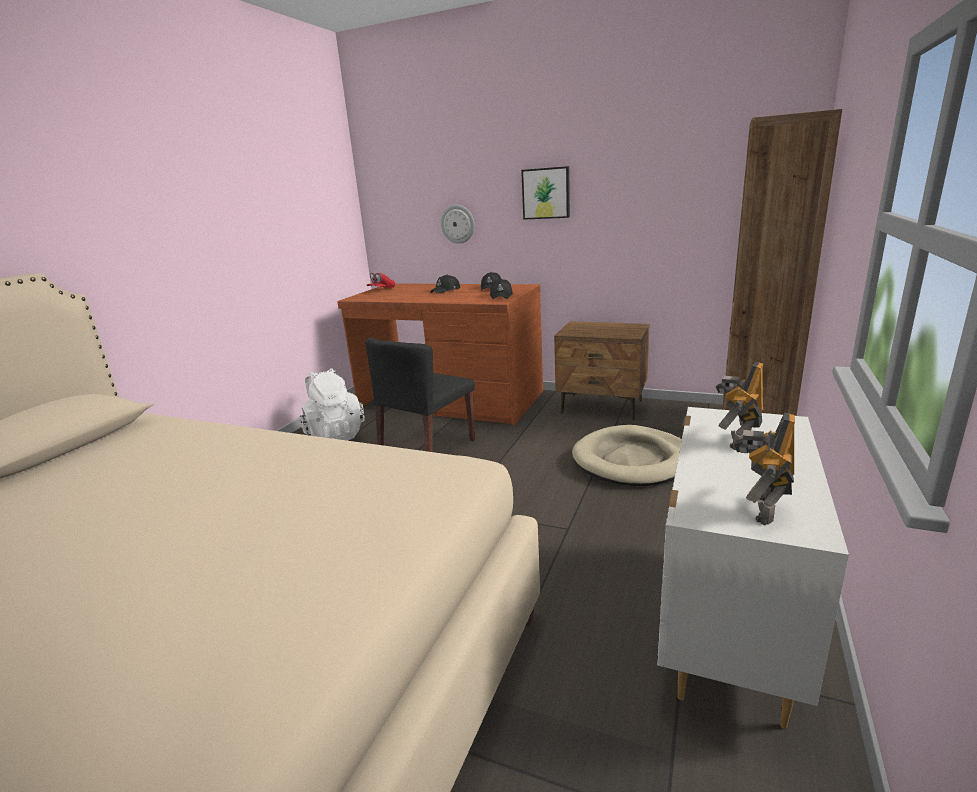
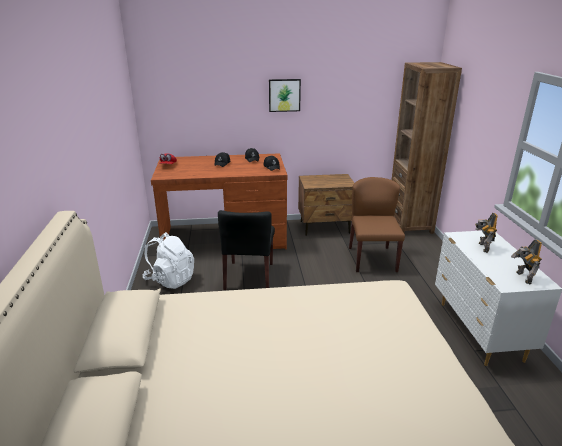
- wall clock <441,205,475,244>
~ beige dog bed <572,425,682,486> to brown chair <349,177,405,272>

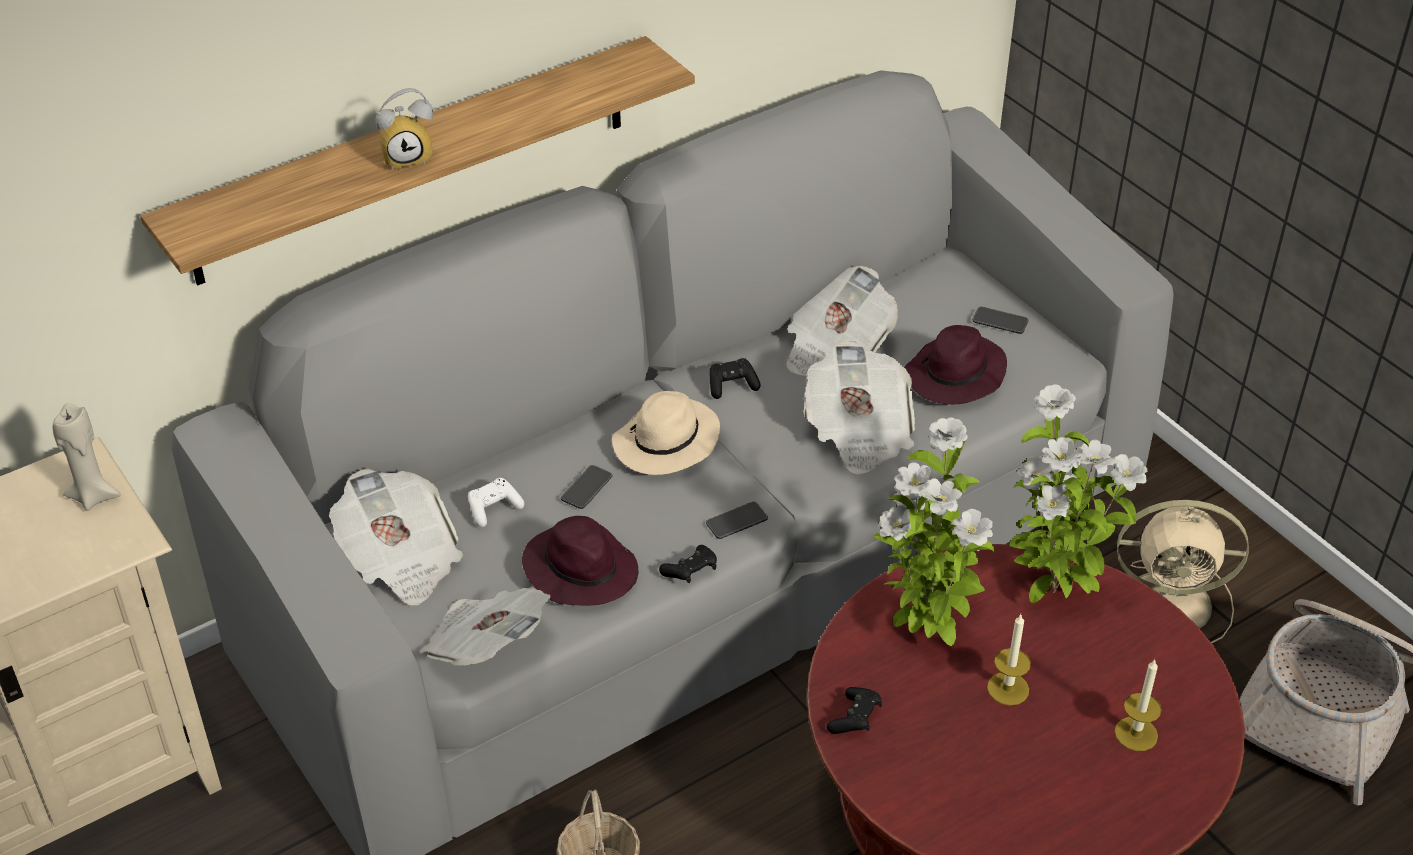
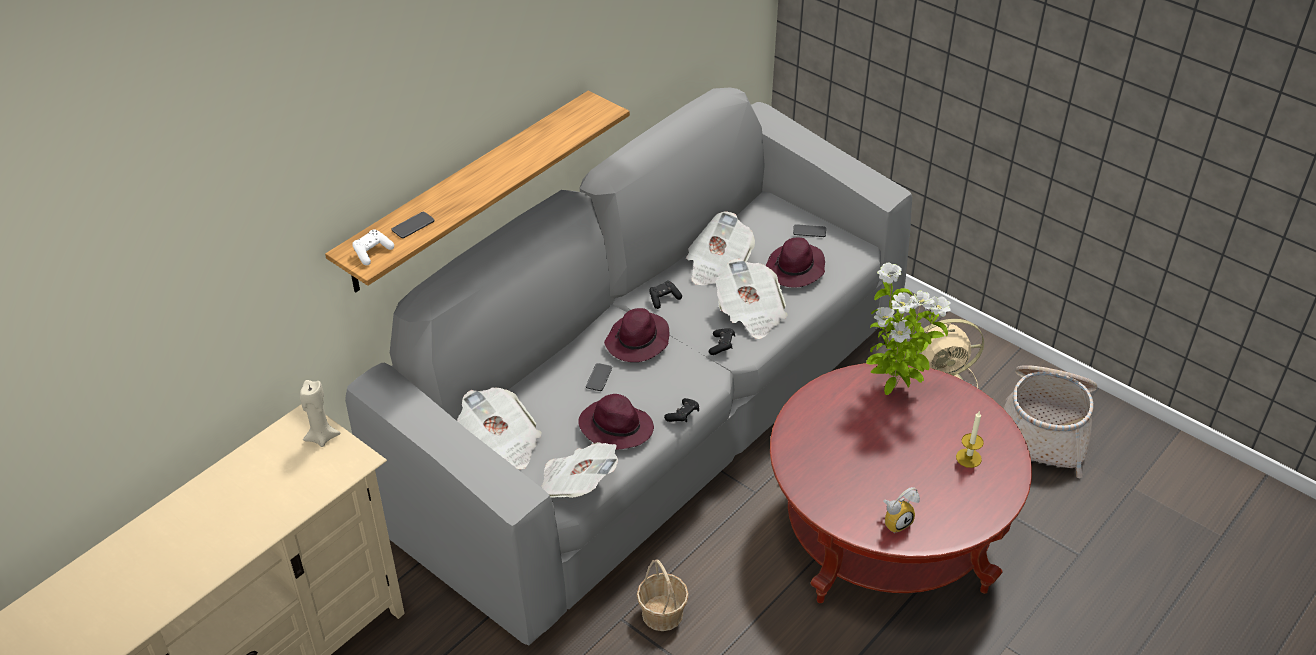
~ alarm clock <375,88,433,171> to <883,487,920,534>
~ white game controller <468,478,524,527> to <352,229,394,265>
~ beige hat <612,391,720,475> to purple hat <604,308,670,362>
~ phone <706,501,768,539> to <391,212,435,238>
~ black game controller <827,687,882,734> to <709,328,735,355>
- potted plant <874,418,994,646>
- candle <987,614,1031,705>

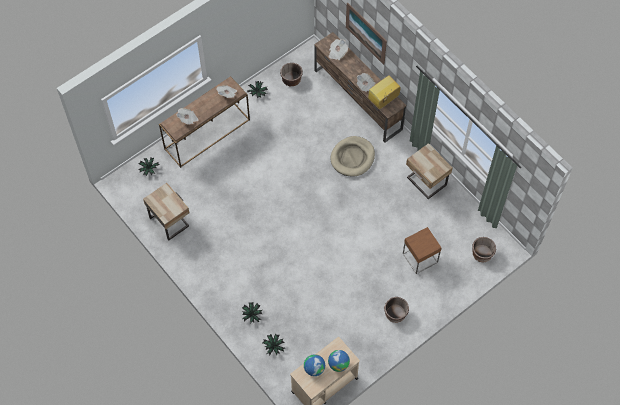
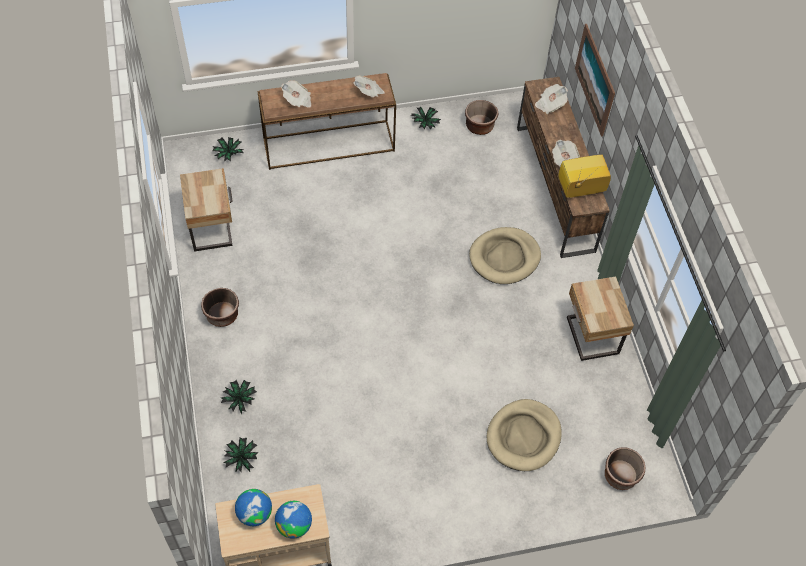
~ brown planter <384,297,409,323> to <201,288,239,327>
~ brown side table <403,227,441,274> to beige dog bed <487,399,562,471>

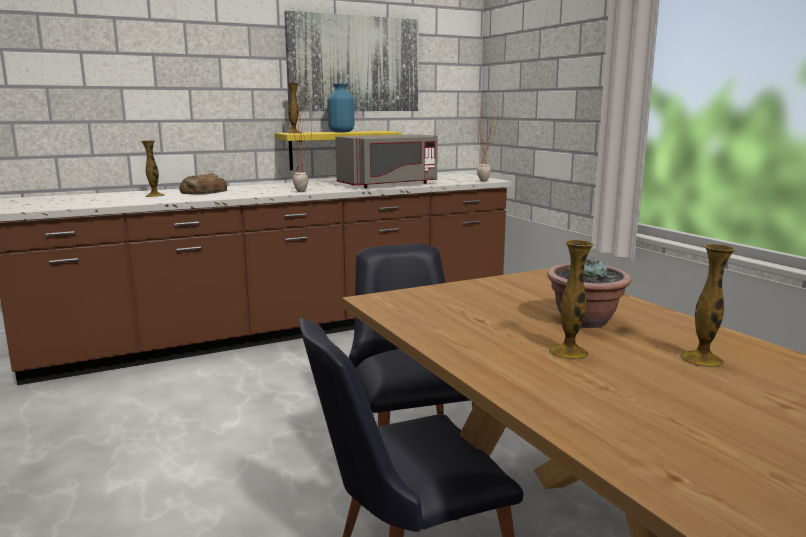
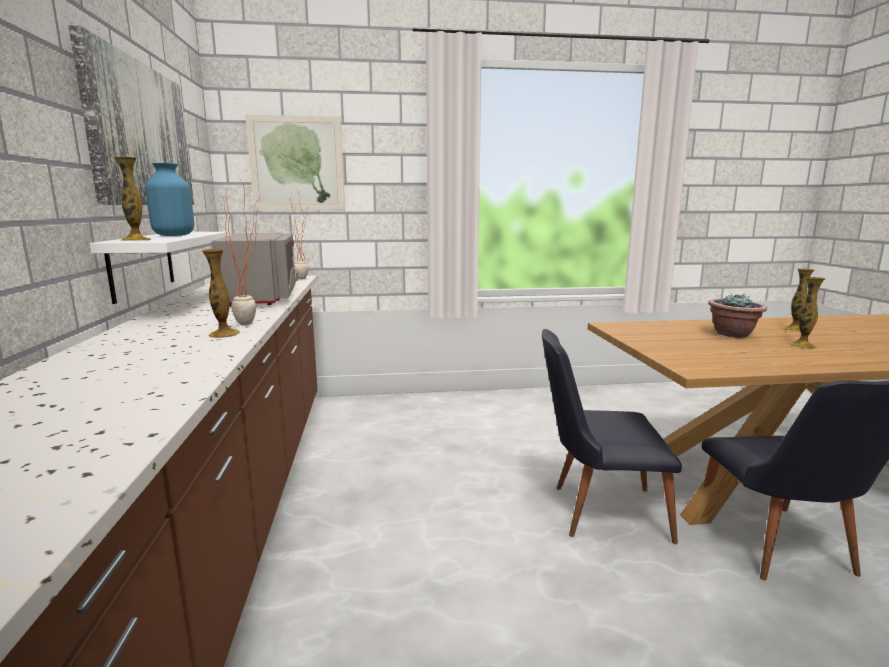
~ vase <141,140,165,197> to <202,249,240,338>
- bread <179,173,227,195>
~ yellow shelf <275,131,402,170> to white shelf <90,232,228,304>
+ picture <245,114,345,211>

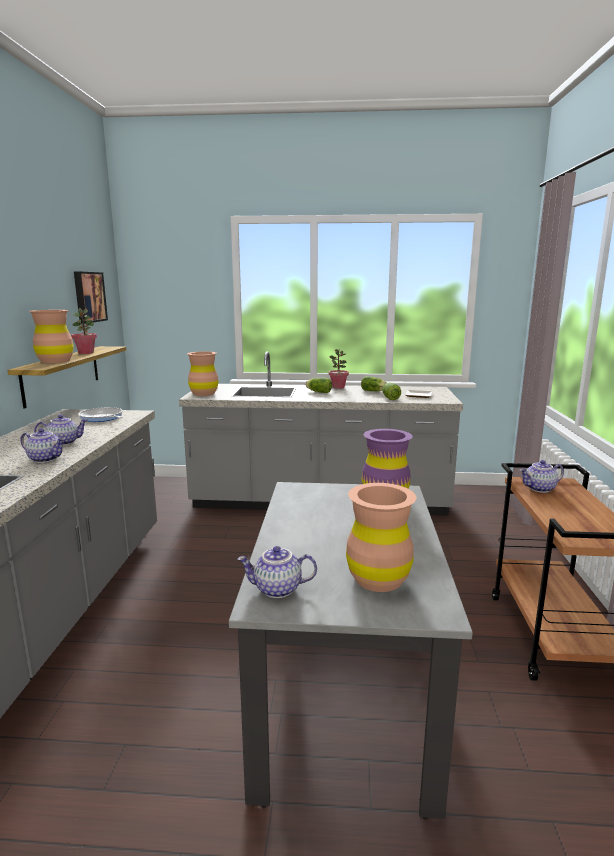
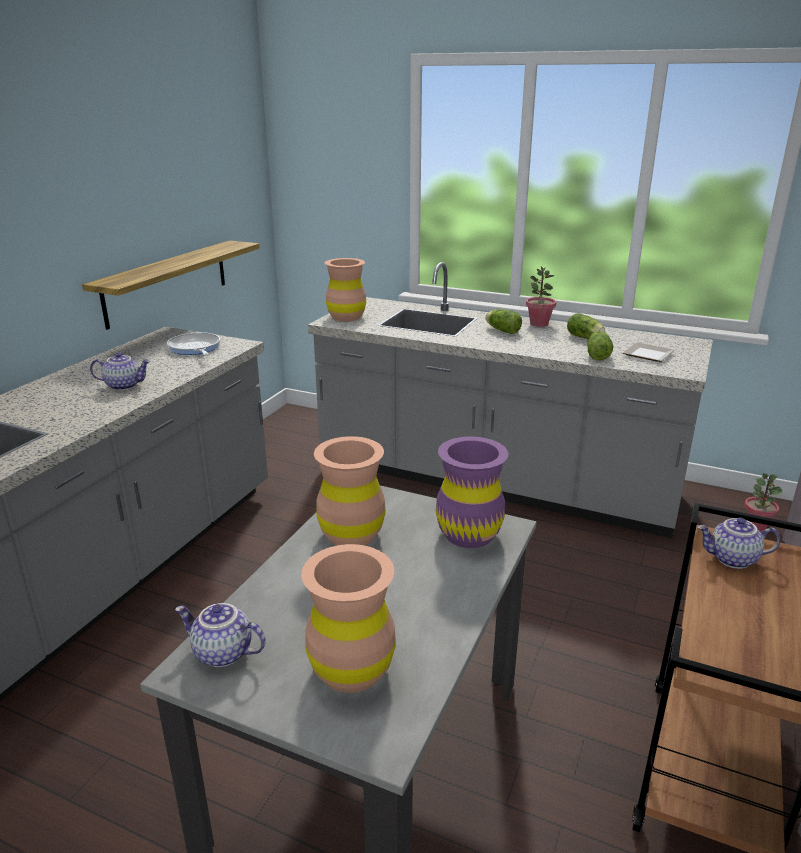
- teapot <21,428,65,463>
~ brown vase <29,310,74,363> to <314,436,386,546>
~ potted plant <71,308,97,354> to <744,473,783,531>
- picture <74,272,108,324>

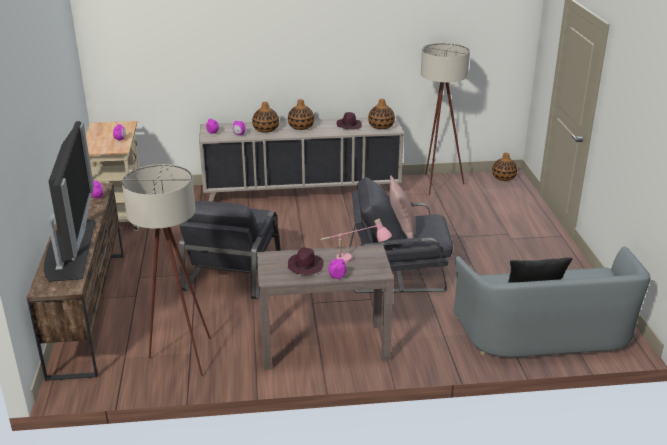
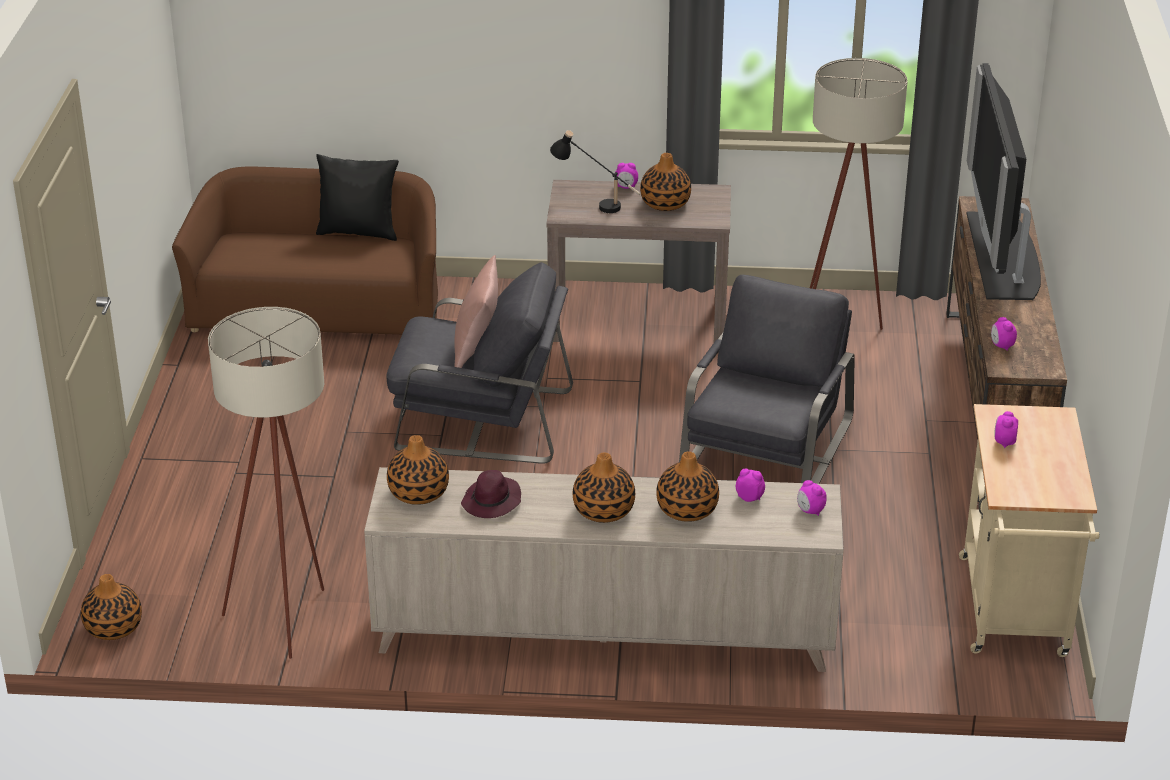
~ purple hat <288,247,323,275> to vase <640,153,691,211>
~ pink table lamp <321,219,392,263> to black table lamp <550,130,641,213>
~ grey sofa <453,246,650,357> to brown sofa <172,167,438,335>

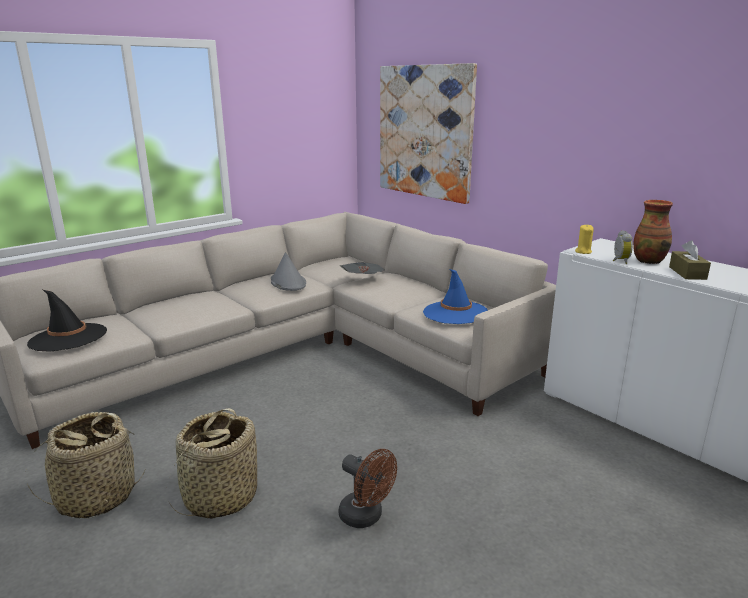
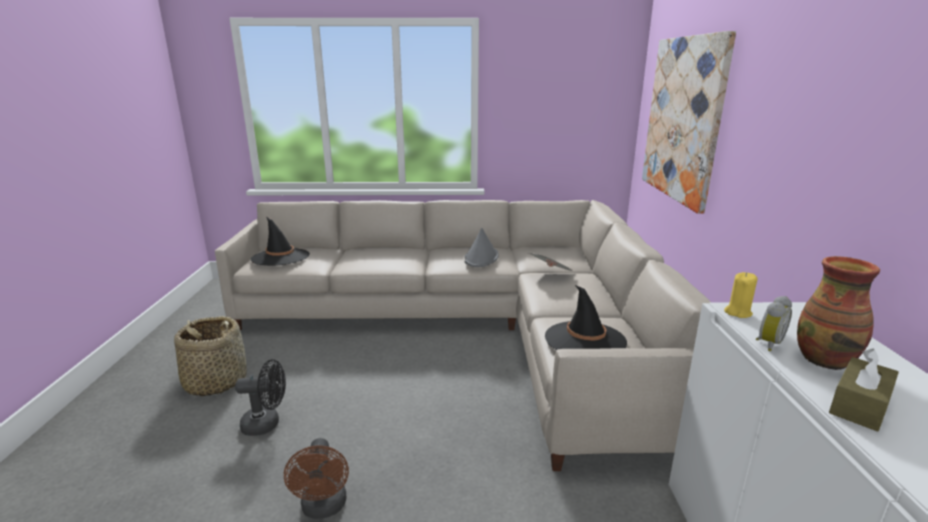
~ basket <170,408,257,518> to black fan <235,359,286,436>
~ blue hat <423,269,488,324> to black hat <545,285,627,350>

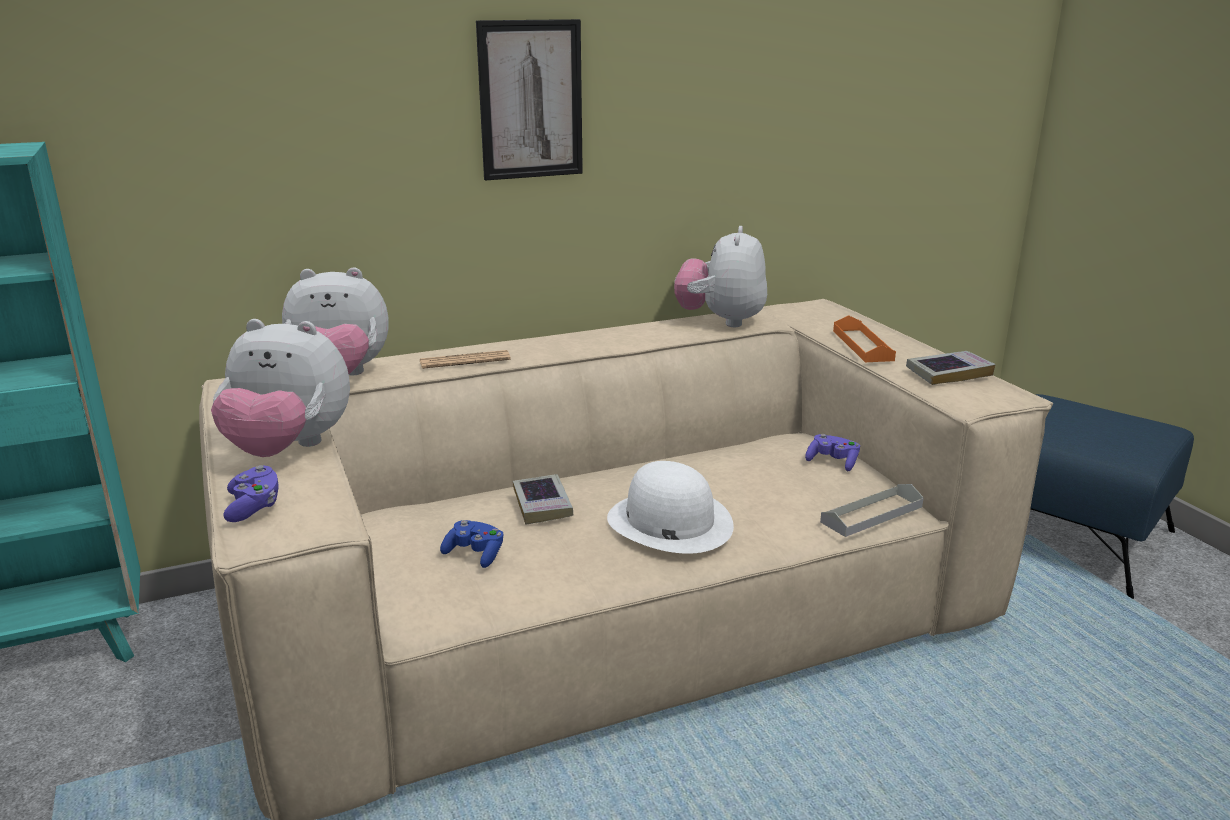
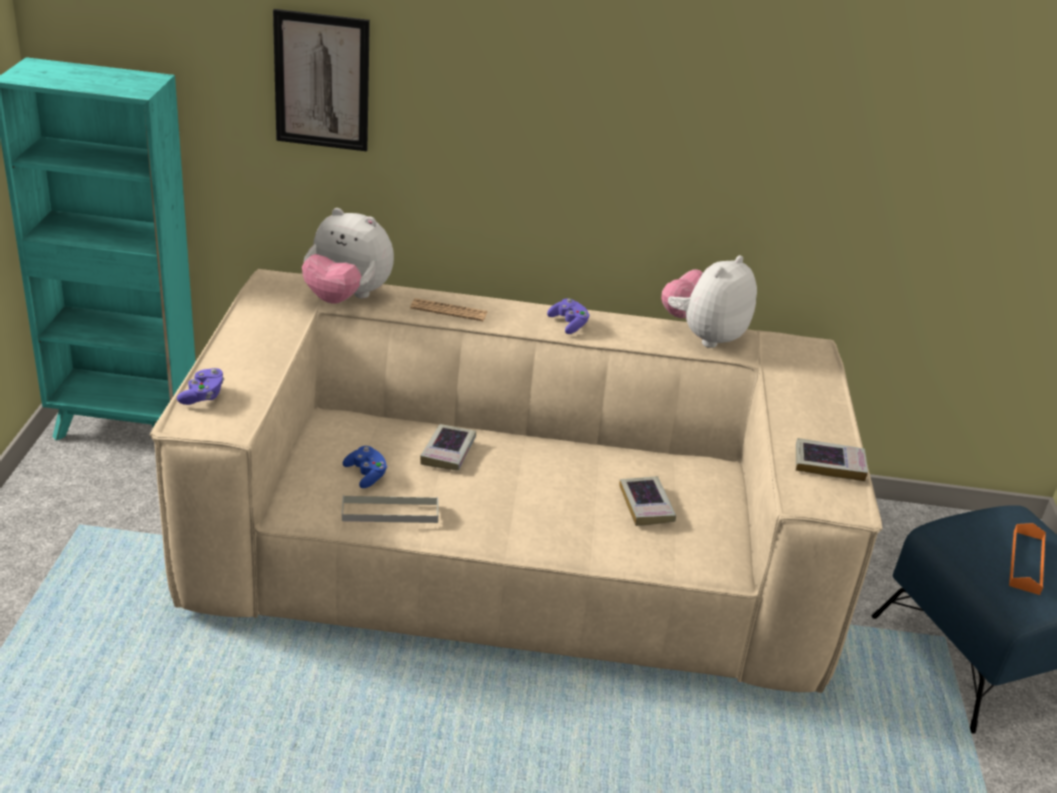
- plush toy <211,319,350,457>
~ picture <476,19,583,180> to <273,9,370,151>
- white hat <607,461,734,554>
~ purple game controller <805,434,860,471> to <547,298,590,334>
~ grey tray <820,484,924,537> to <342,495,439,523>
~ orange tray <833,315,896,362> to <1009,523,1046,595>
+ book <619,476,676,526>

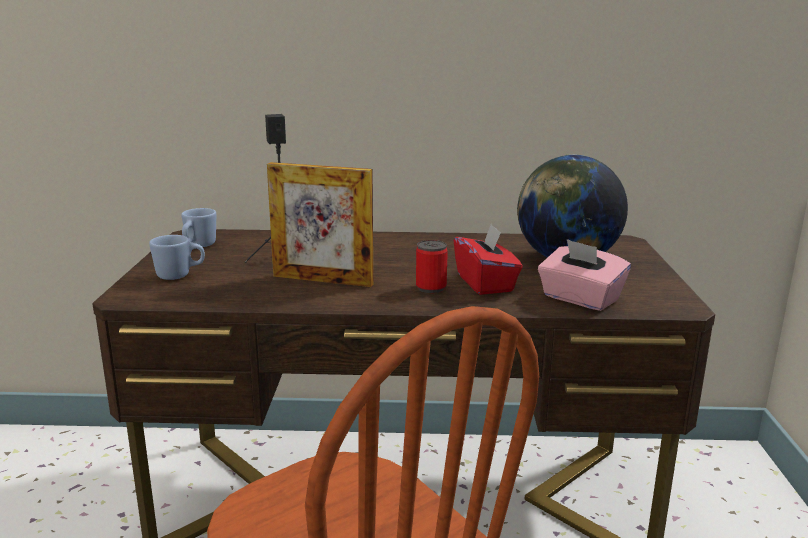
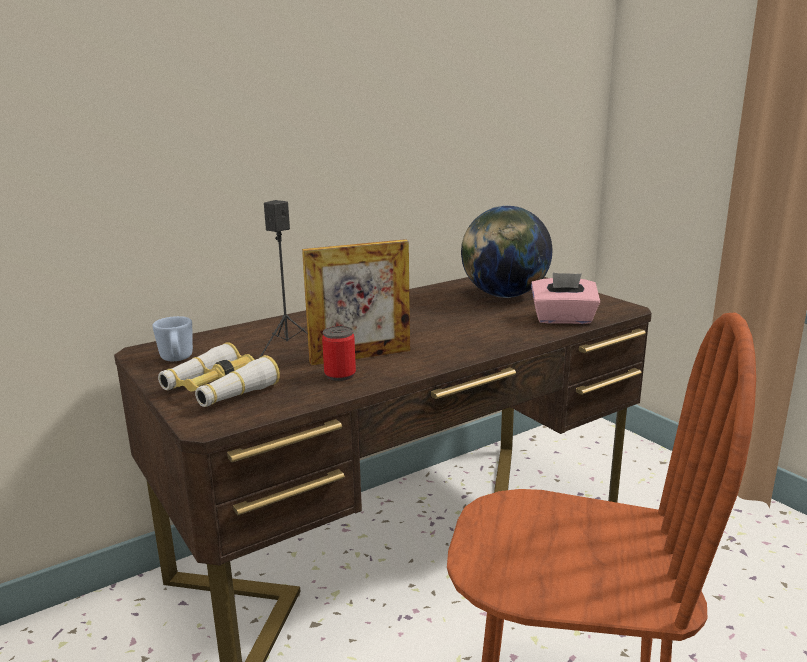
~ blue mug <149,235,205,280> to binoculars <158,342,280,407>
~ can <416,240,448,293> to <322,326,356,381>
- red tissue box <454,224,523,295>

